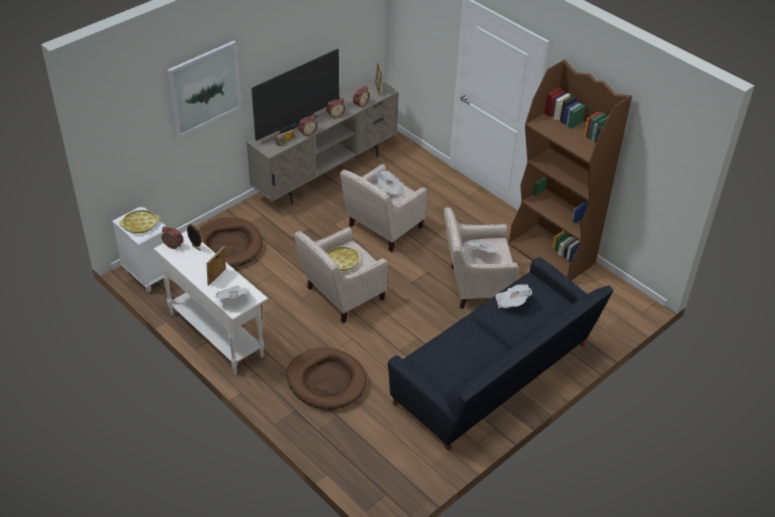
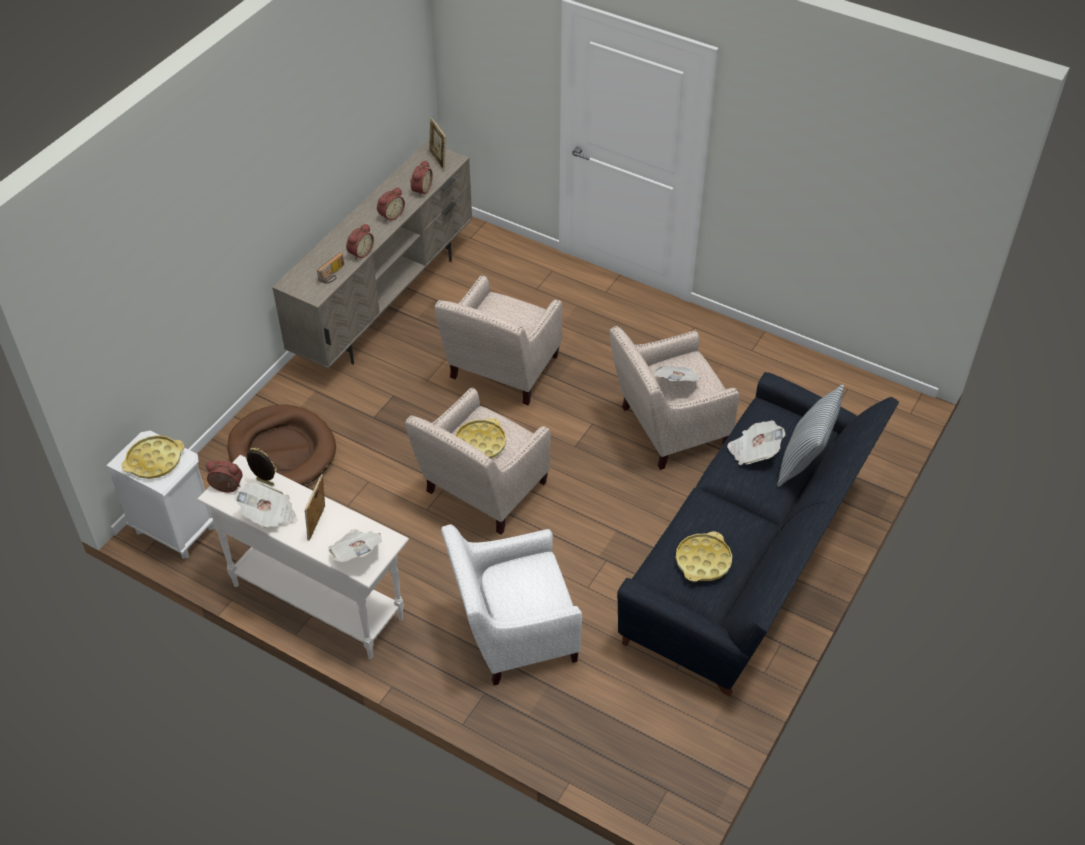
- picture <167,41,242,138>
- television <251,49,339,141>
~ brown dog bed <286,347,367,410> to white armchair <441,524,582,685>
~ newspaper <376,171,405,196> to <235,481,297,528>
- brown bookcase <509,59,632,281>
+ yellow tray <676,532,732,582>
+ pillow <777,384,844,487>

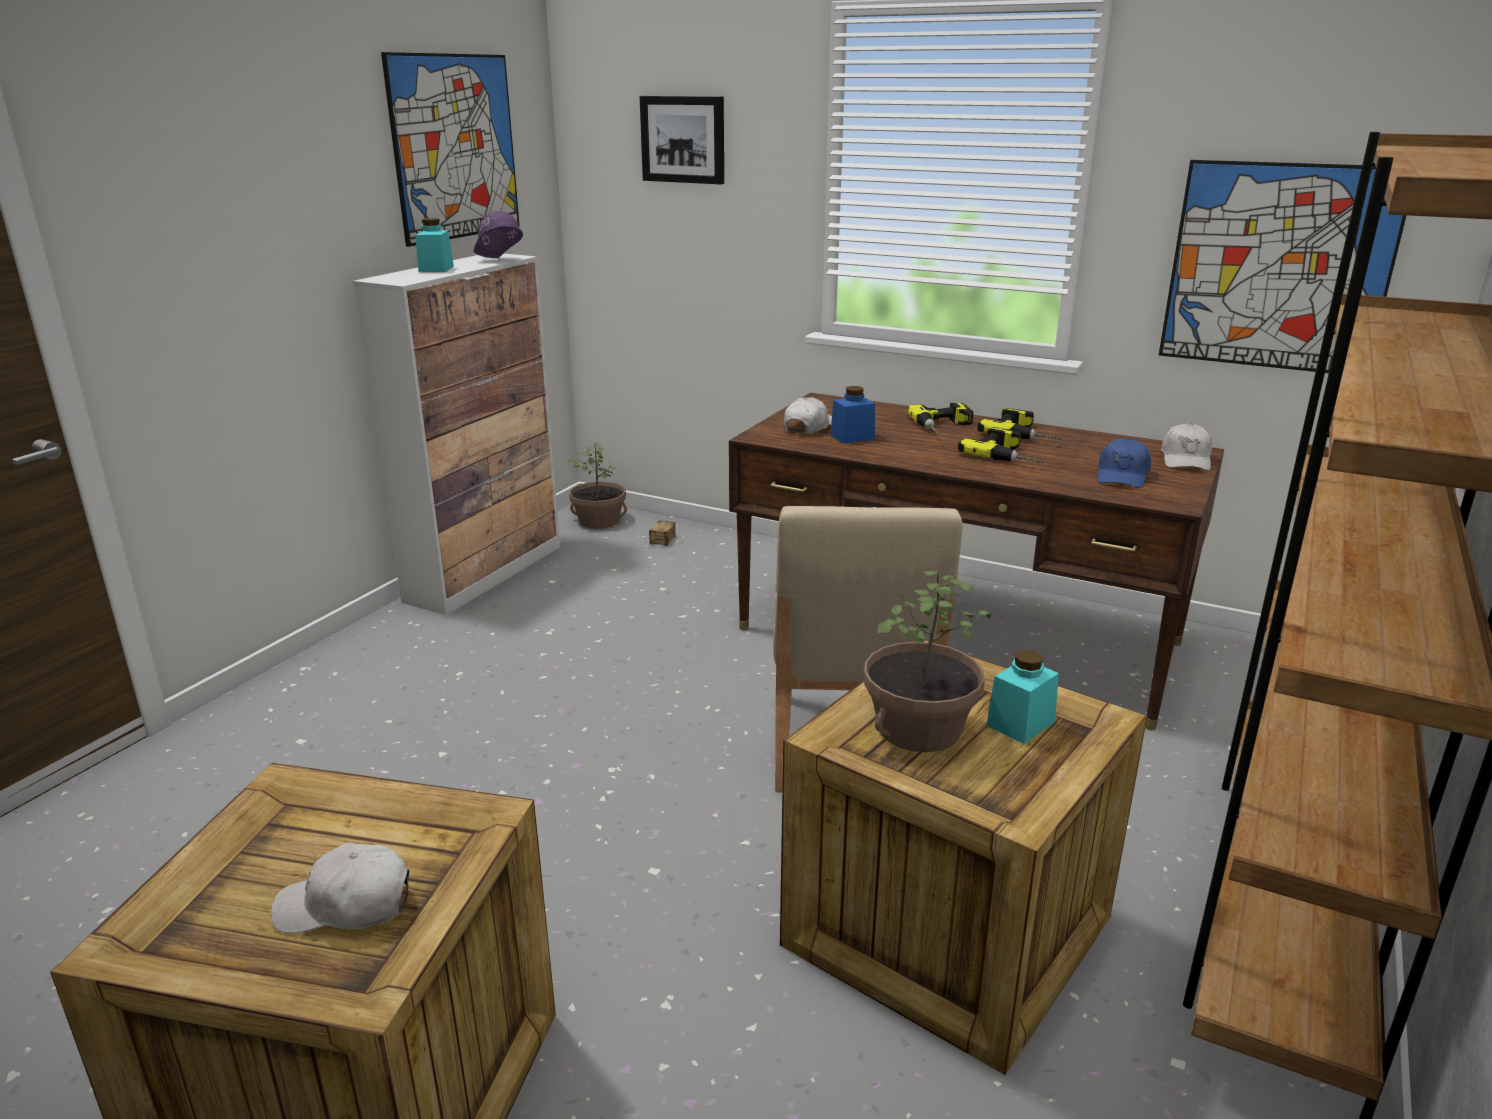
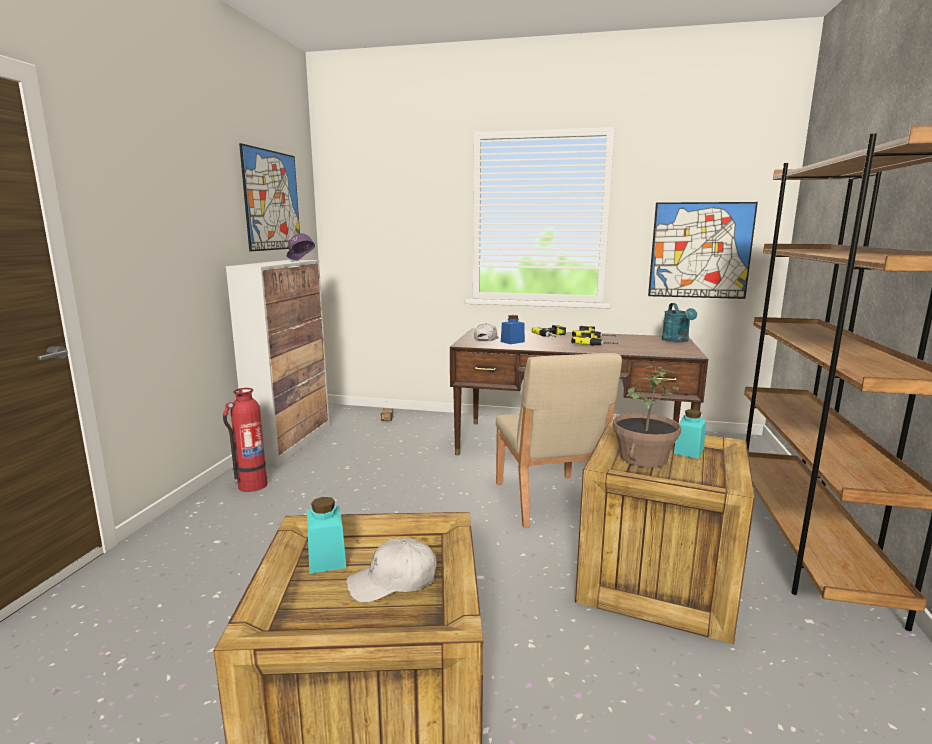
~ turquoise jar <415,218,454,272> to <307,497,346,574>
- potted plant <567,445,627,529>
- picture <640,96,724,184>
- blue cap <1097,438,1151,488>
~ white cap <1161,423,1212,471> to turquoise watering can <662,303,697,343>
+ fire extinguisher <223,388,268,492>

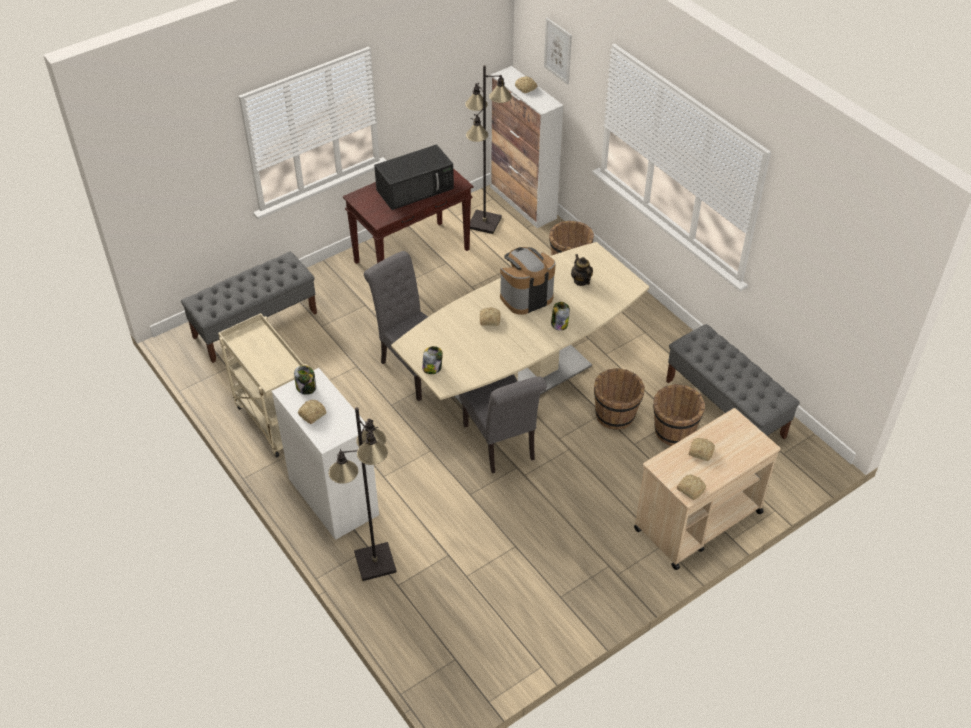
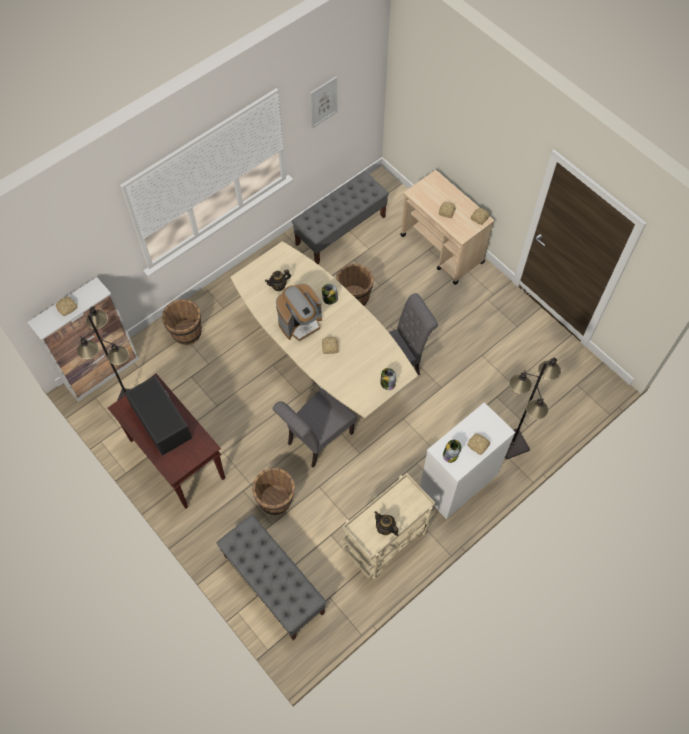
~ coffee machine <500,247,556,315> = <276,284,322,341> 90 degrees counterclockwise
~ picture <544,18,572,85> to <310,77,337,128>
~ brown bucket <653,384,705,446> to <252,468,295,515>
+ teapot <374,511,398,536>

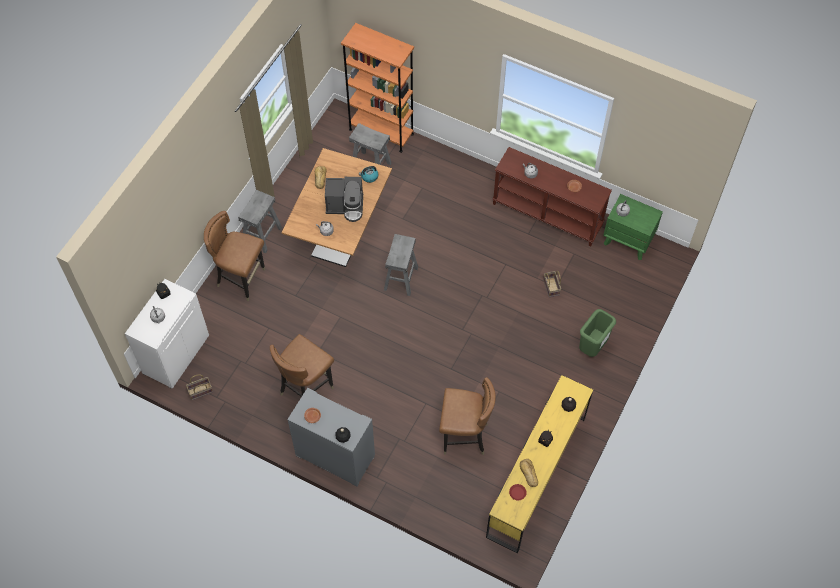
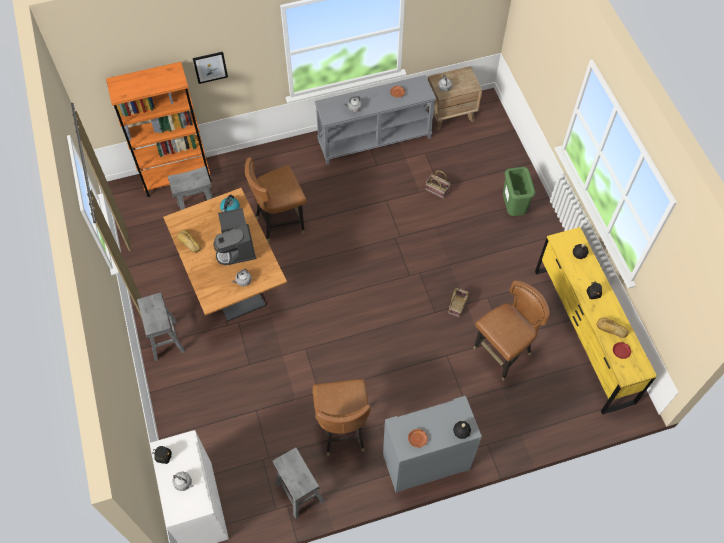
~ basket <186,374,213,400> to <448,288,469,317>
~ brown chair <204,211,265,301> to <245,157,307,243>
~ coffee machine <325,177,363,222> = <213,208,256,265> 120 degrees clockwise
~ grey stool <384,234,418,296> to <273,447,325,519>
~ brown console table <492,147,612,246> to grey console table <315,75,436,164>
~ green nightstand <603,194,663,260> to brown nightstand <428,66,482,130>
+ picture <193,52,228,84>

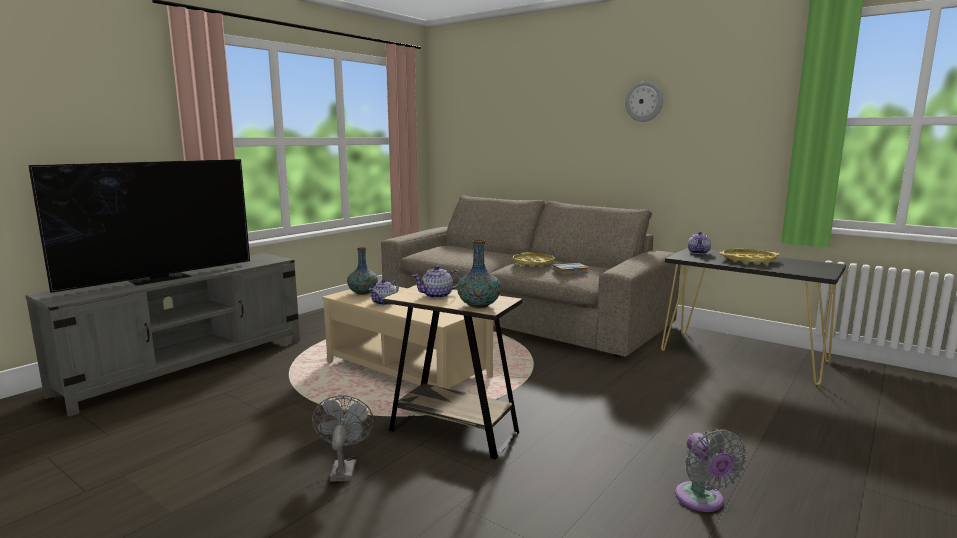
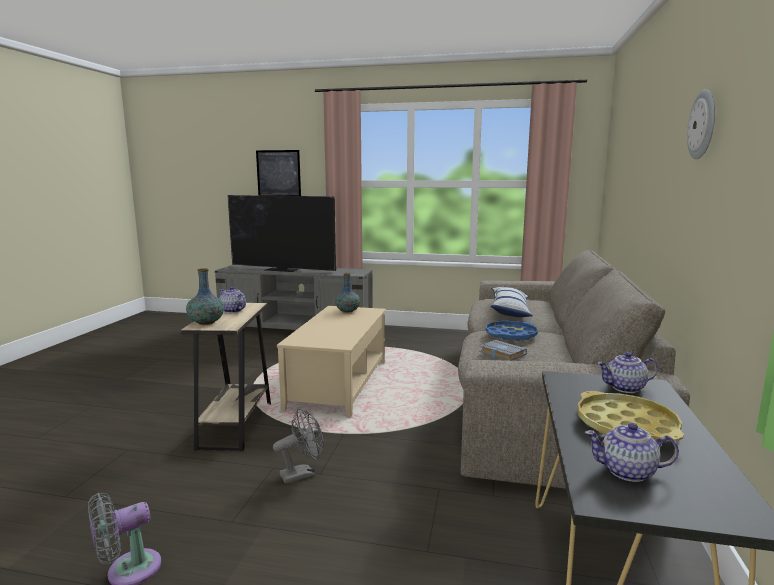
~ grey fan <312,395,374,482> to <273,409,323,484>
~ teapot <368,279,399,305> to <585,423,679,482>
~ yellow tray <513,252,555,267> to blue tray <486,321,538,341>
+ picture <256,150,301,196>
+ pillow <491,287,533,317>

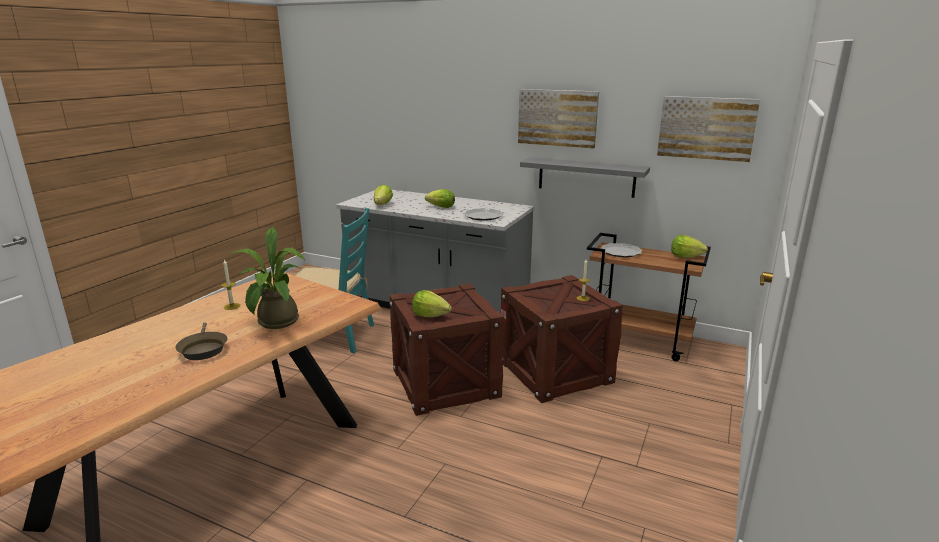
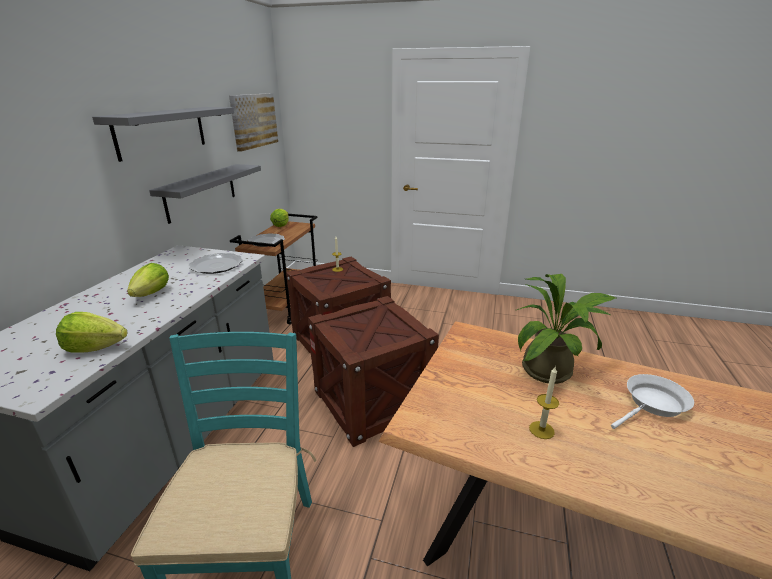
~ brown frying pan <176,323,227,360> to white frying pan <611,374,694,429>
- lettuce <412,290,452,317>
~ picture <518,89,599,148> to grey shelf <92,107,234,162>

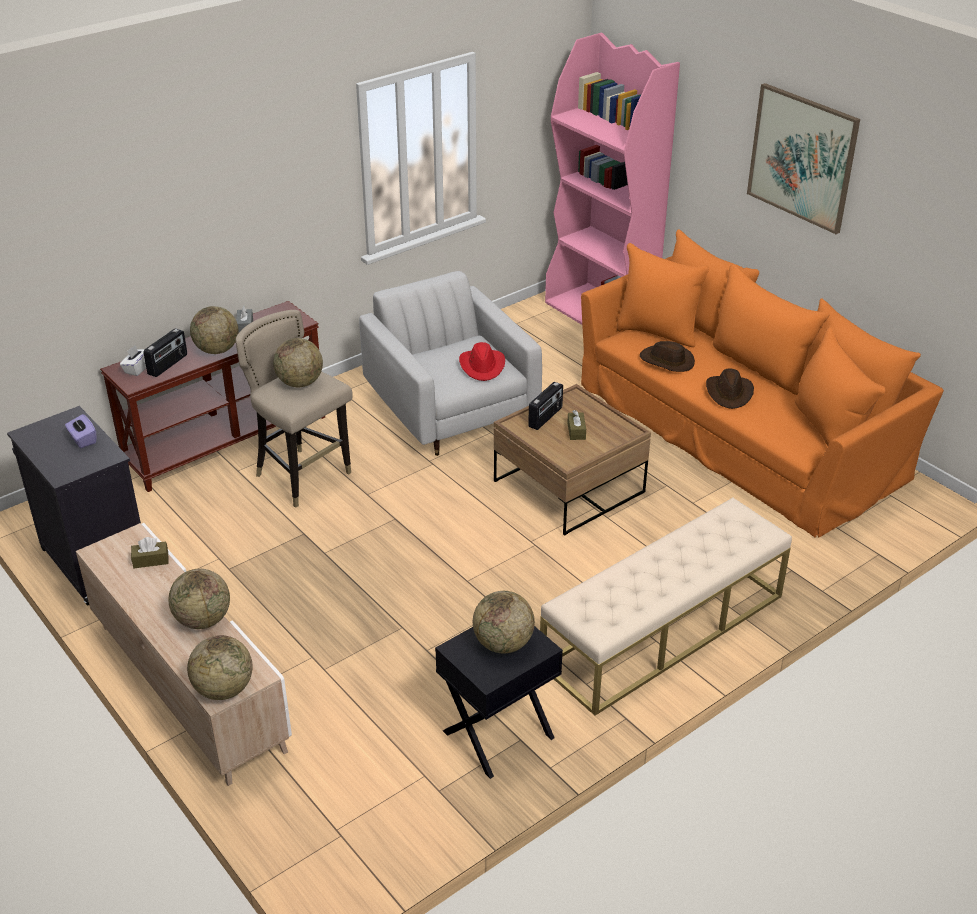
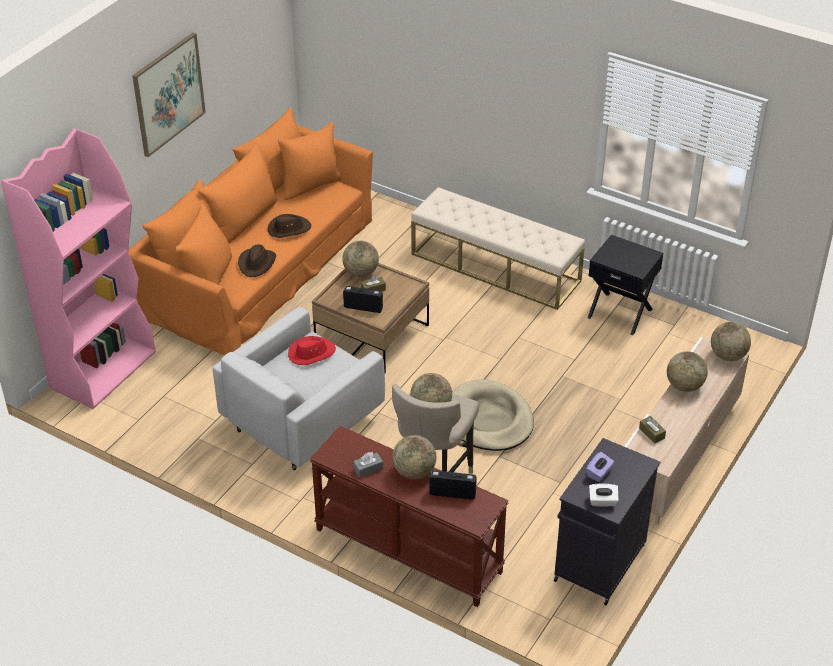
~ white tissue box <120,345,146,376> to <589,483,619,507>
~ globe <473,591,535,654> to <342,241,379,277>
+ beige dog bed <452,379,534,451>

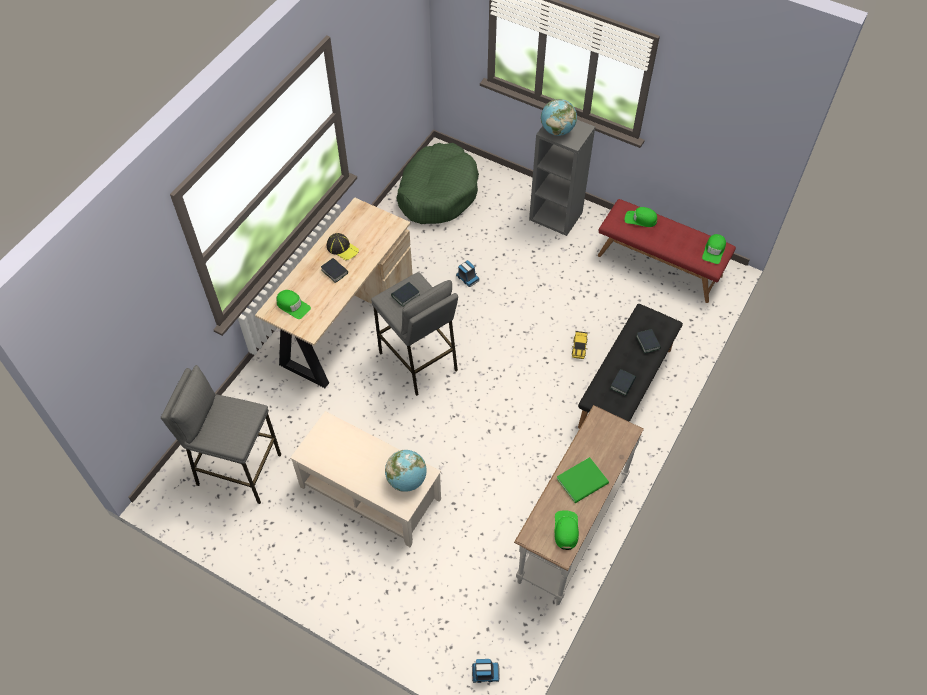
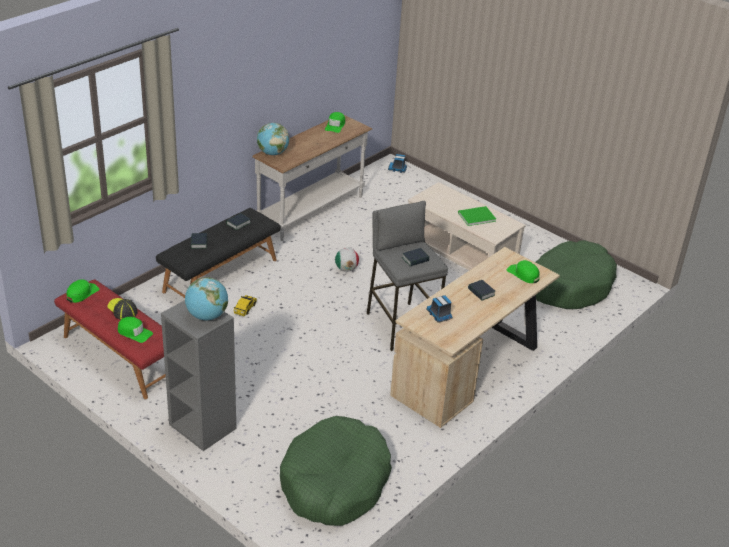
~ grey stool <161,365,282,504> to green dog bed <535,240,617,309>
~ cap <327,233,359,260> to <107,298,138,320>
~ globe <385,450,427,492> to <257,123,289,155>
~ toy truck <456,260,480,287> to <426,295,453,323>
~ green book <556,457,609,503> to <458,206,496,226>
+ football <335,248,359,272>

